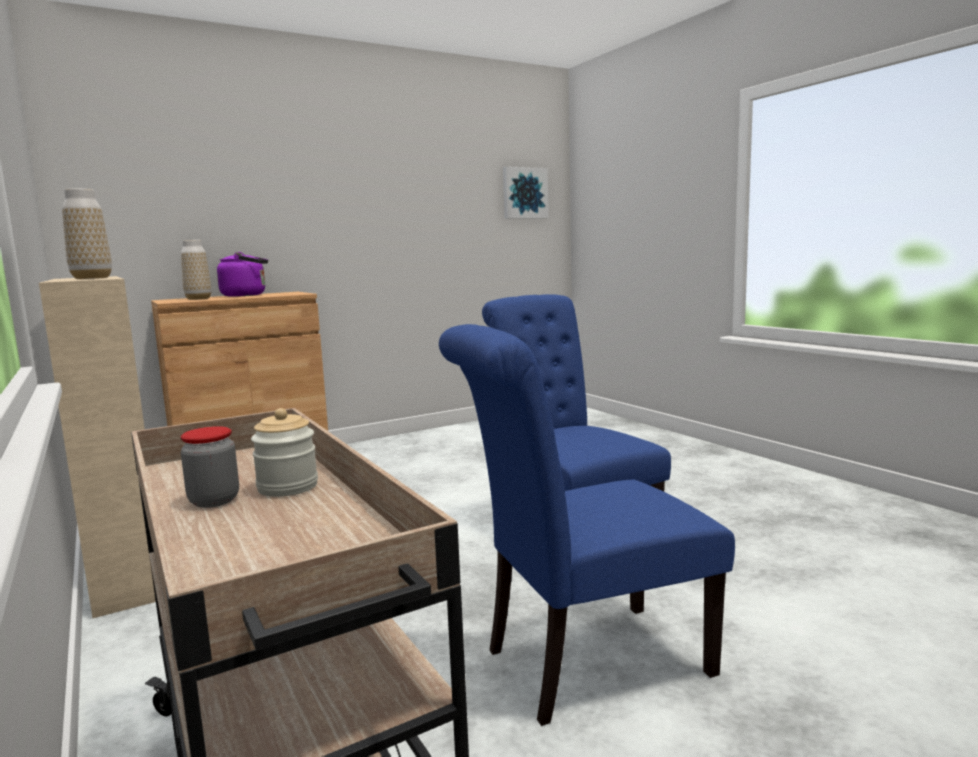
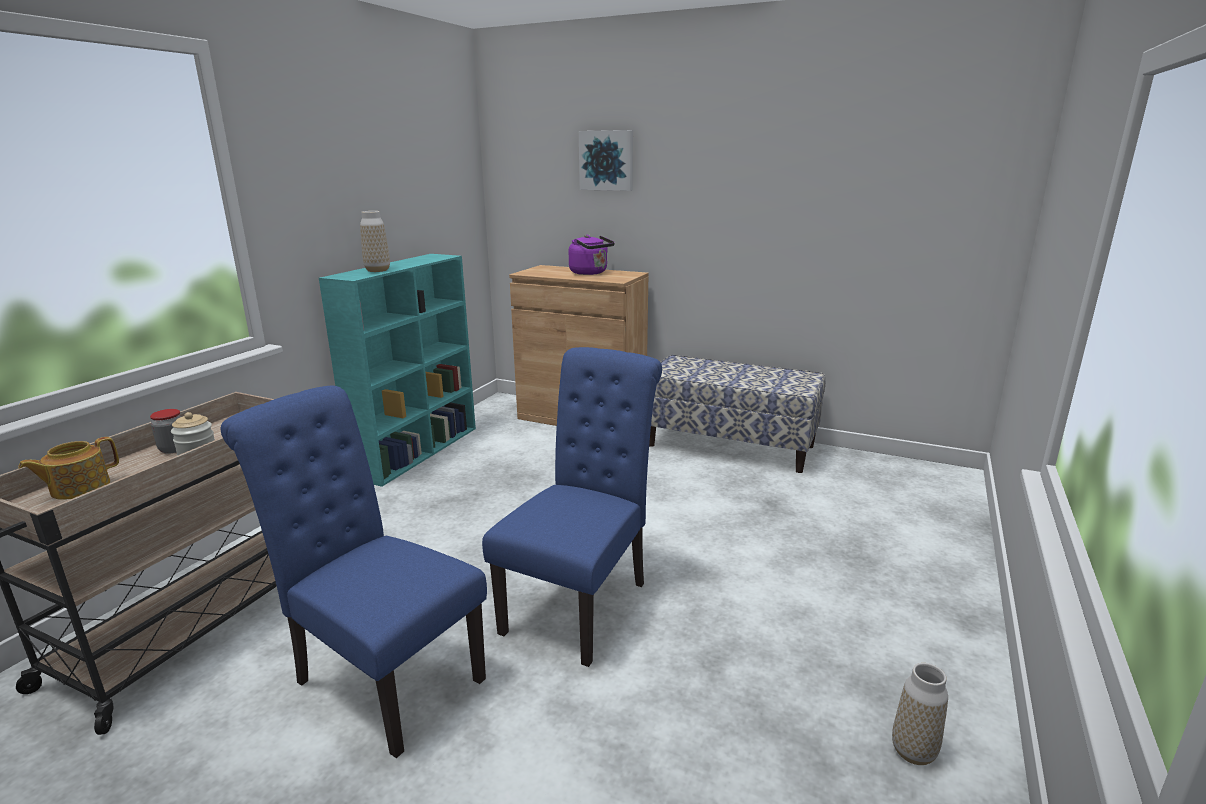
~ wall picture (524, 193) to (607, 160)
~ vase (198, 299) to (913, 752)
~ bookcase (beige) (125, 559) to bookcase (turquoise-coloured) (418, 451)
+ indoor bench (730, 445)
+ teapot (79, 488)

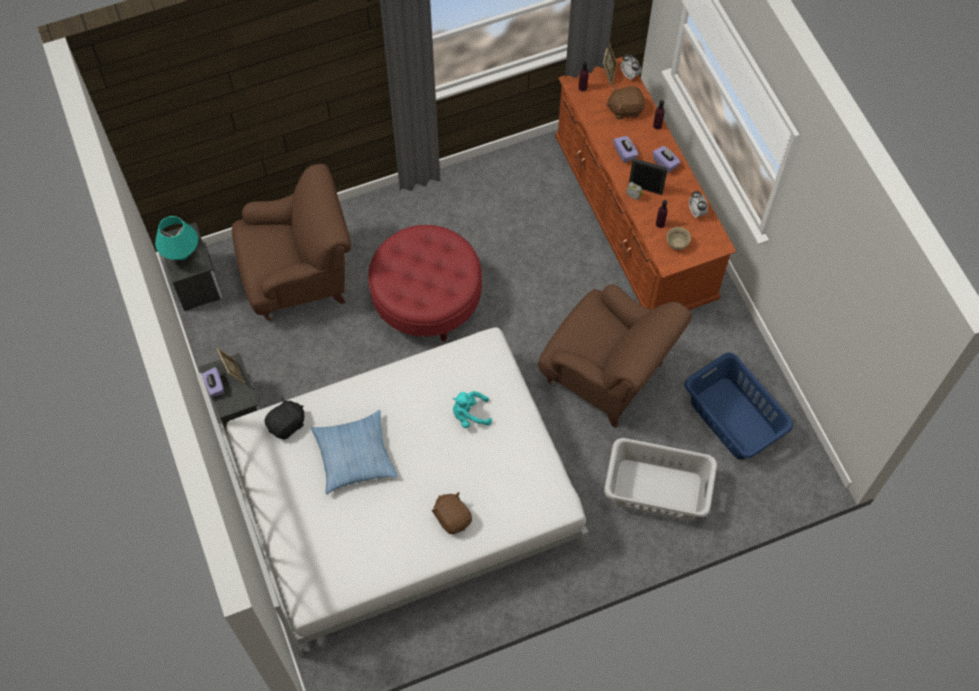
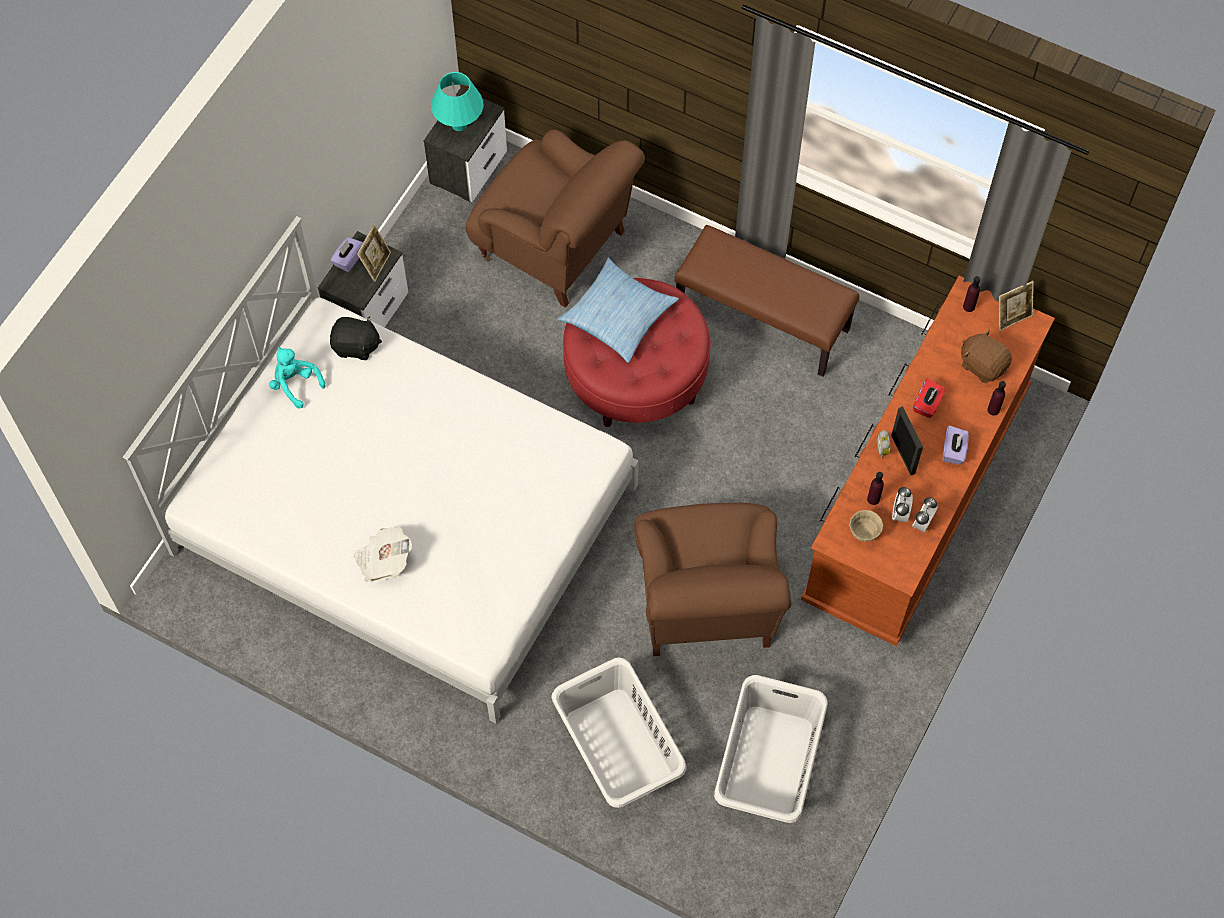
~ bedside clock (629, 74) to (900, 514)
~ tissue holder (purple-coloured) (625, 153) to tissue holder (red) (927, 404)
~ laundry basket (bluish) (732, 418) to laundry basket (grey) (769, 762)
~ soft toy (turquoise-coloured) (469, 415) to (295, 384)
~ throw pillow (354, 456) to (617, 316)
~ soft toy (brownish) (452, 518) to daily paper (383, 560)
+ indoor bench (brownish) (763, 318)

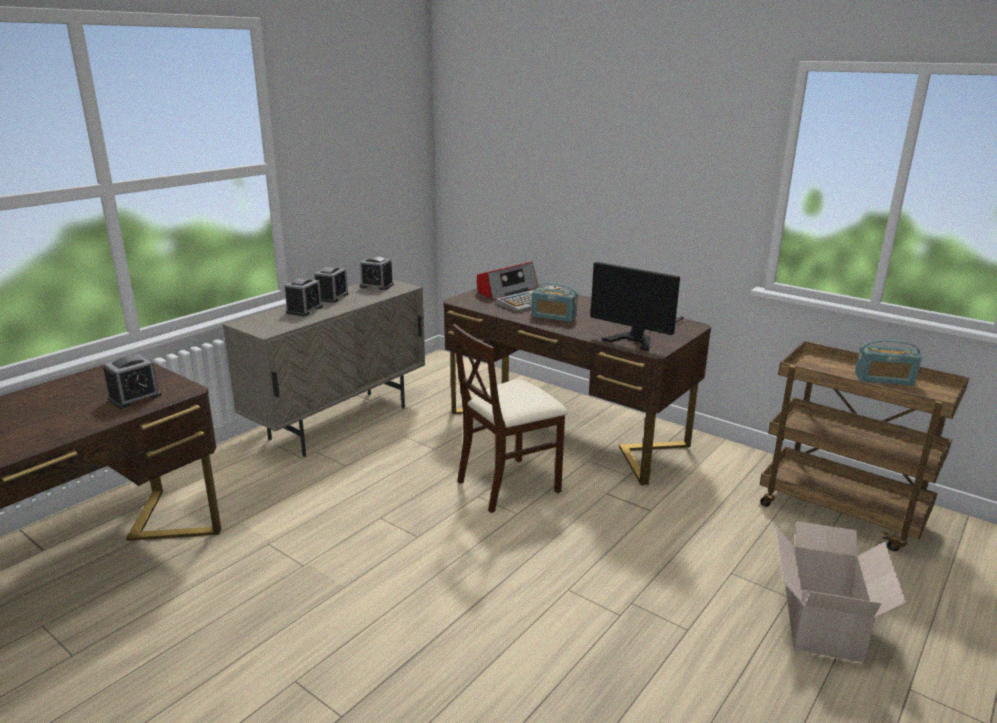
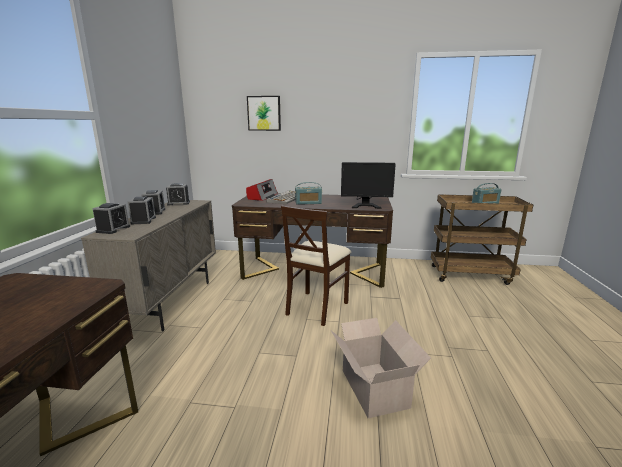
~ bedside clock (135, 397) to (113, 229)
~ cardboard box (822, 620) to (374, 387)
+ wall picture (264, 113)

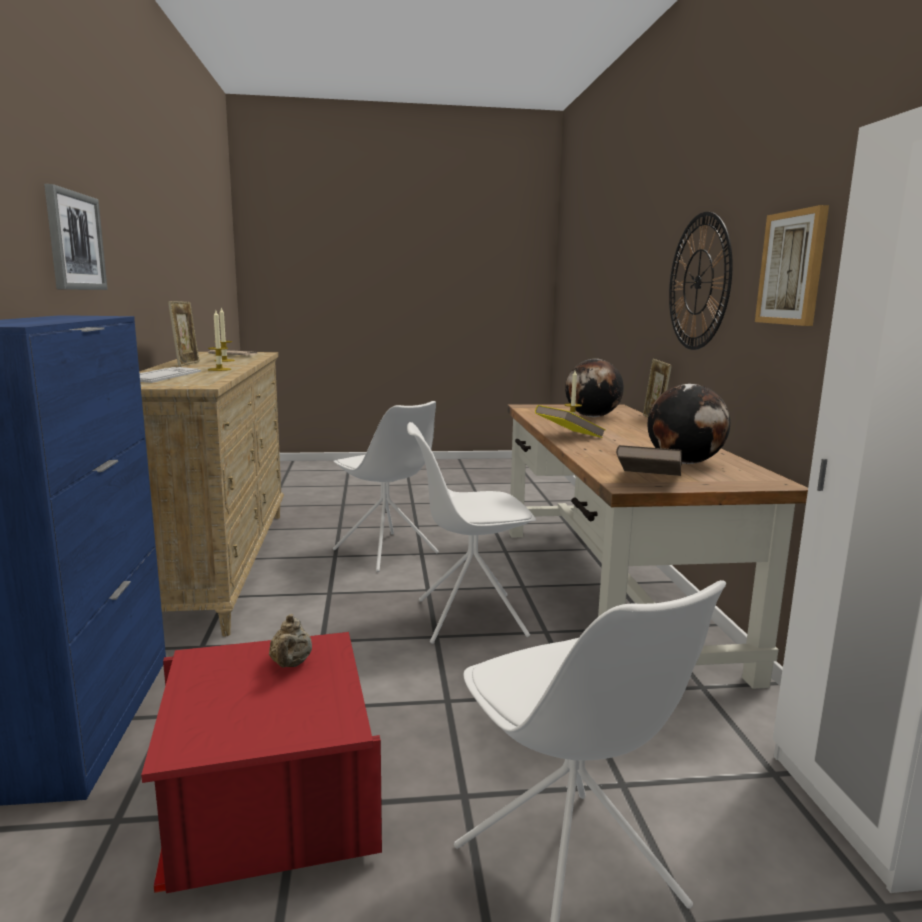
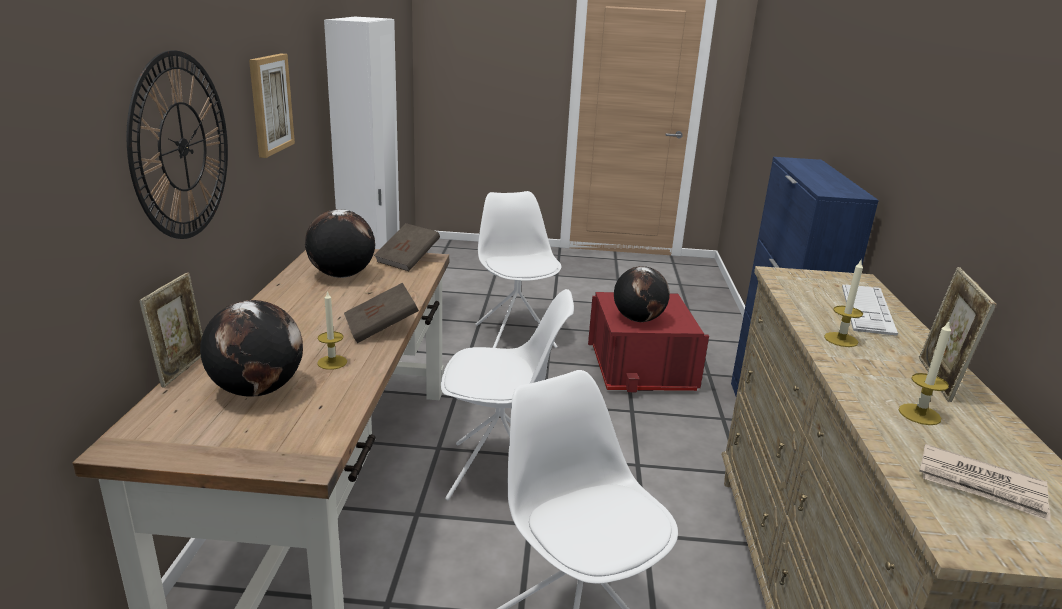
- wall picture (74, 241)
~ volume (yellow) (568, 436) to volume (brownish) (381, 329)
~ teapot (beige) (291, 664) to world globe (638, 319)

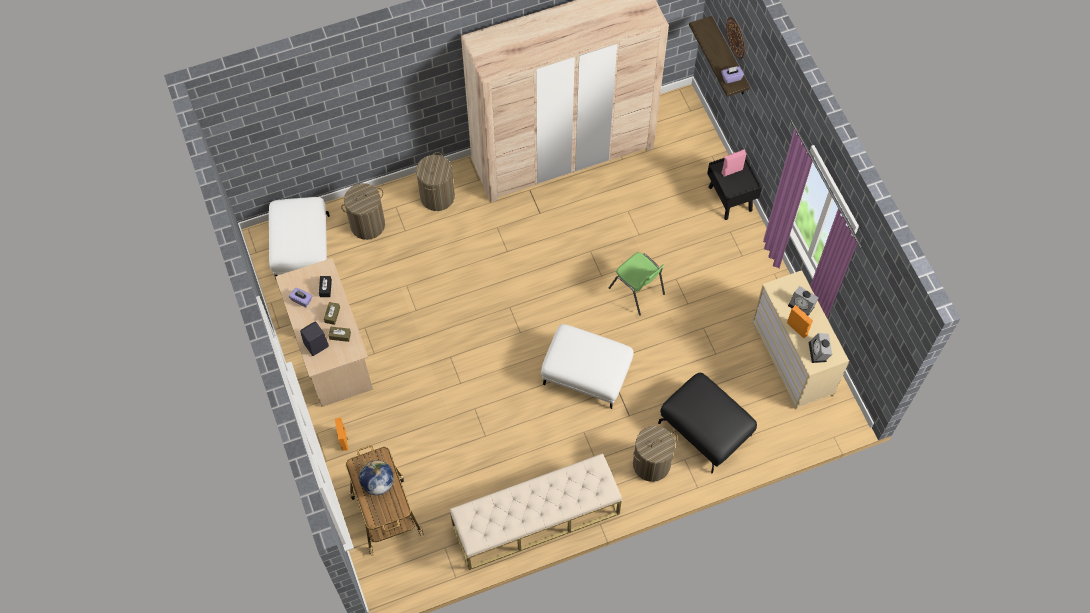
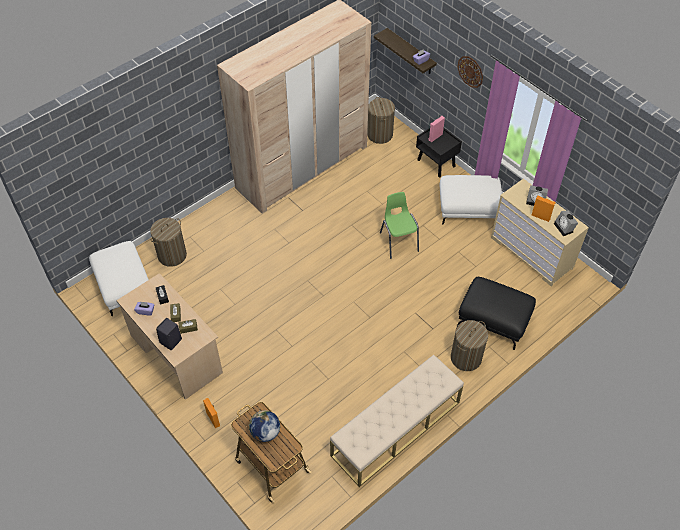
~ wall clock (736, 37) to (470, 71)
~ laundry basket (437, 196) to (380, 134)
~ upright chair (green) (637, 291) = (398, 241) 135 degrees counterclockwise
~ footrest (whitish) (586, 374) to (468, 209)

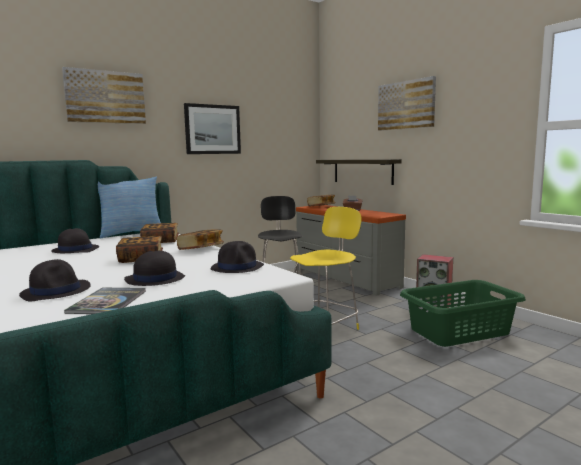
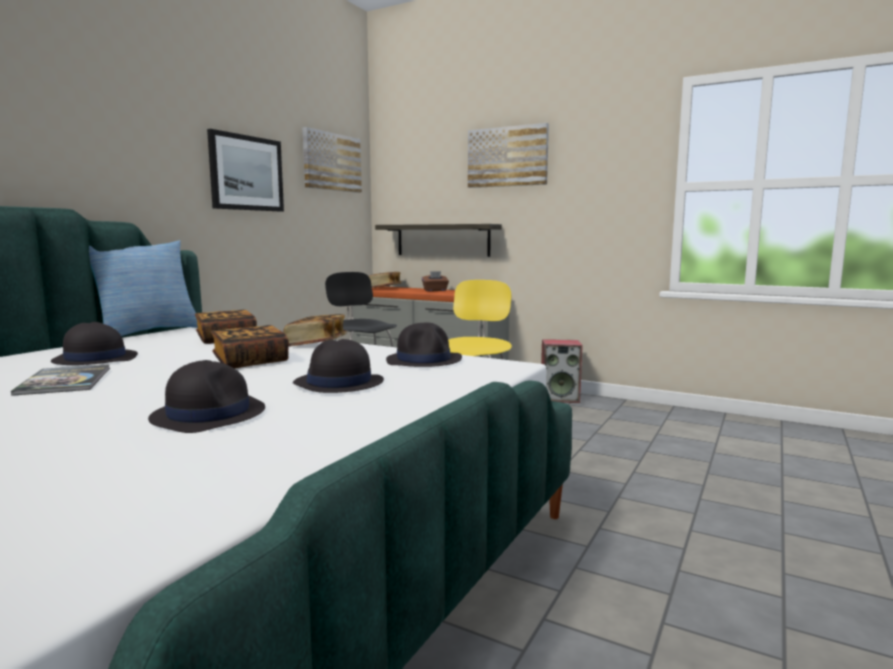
~ wall picture (105, 97) to (331, 162)
- laundry basket (green) (460, 331)
~ volume (108, 302) to (65, 381)

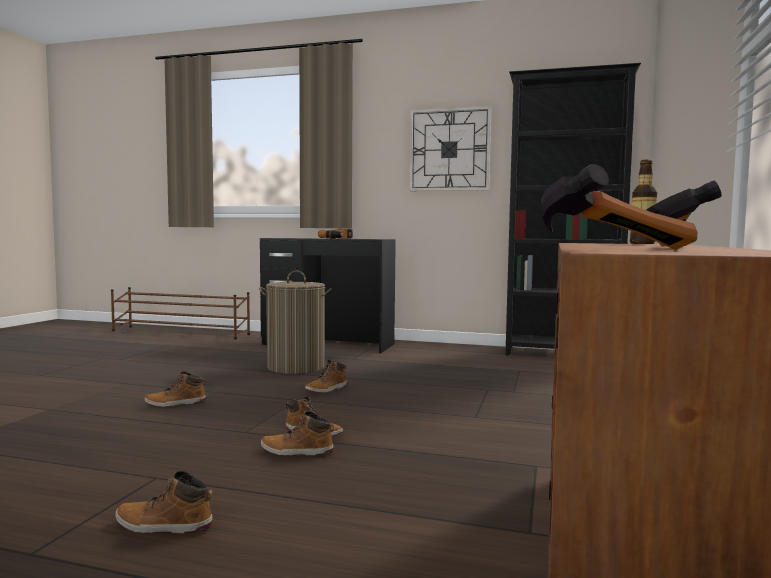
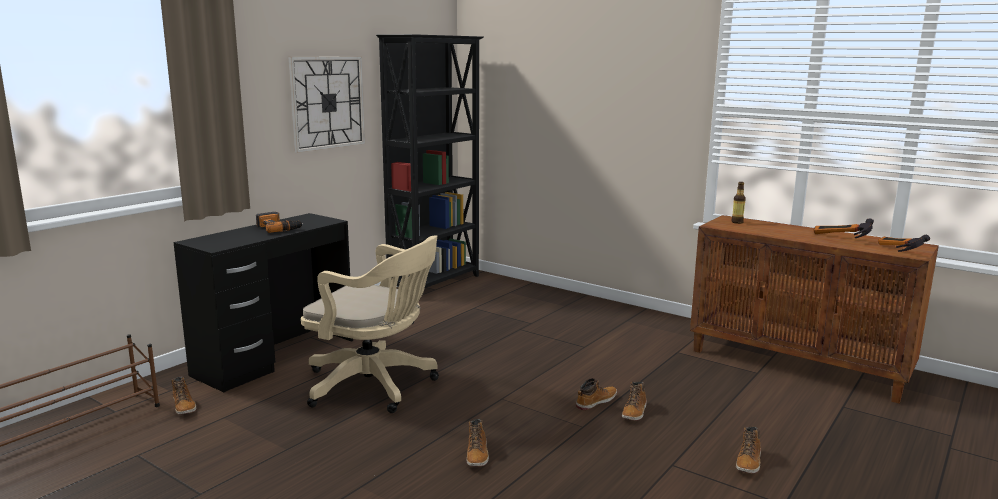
~ laundry basket (296, 367) to office chair (beige) (376, 386)
~ boot (327, 389) to (184, 406)

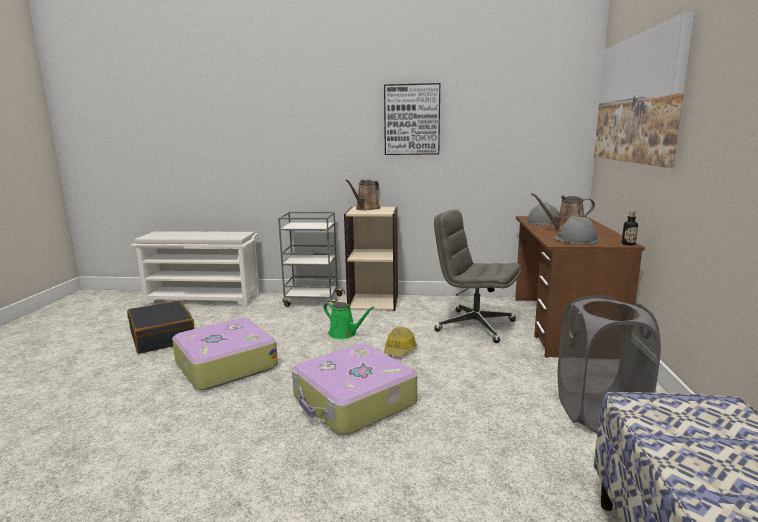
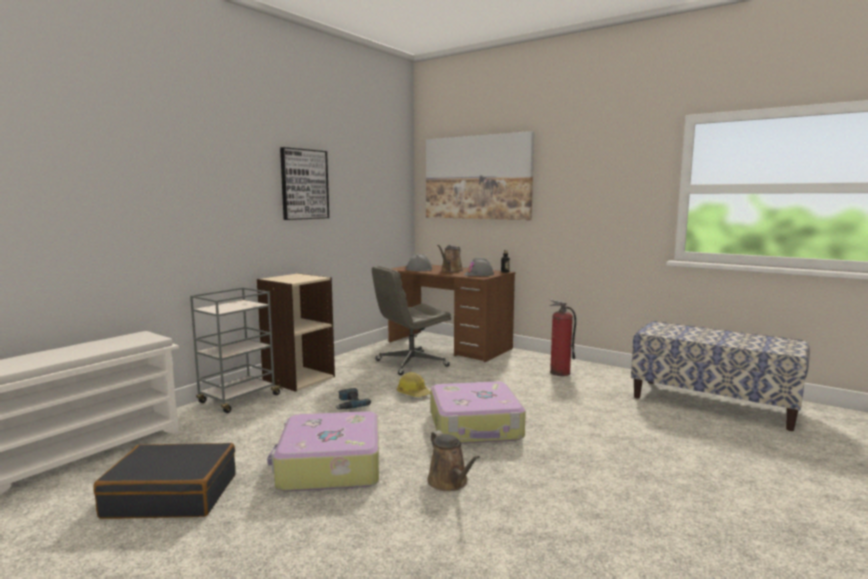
~ sprinkling can (brownish) (366, 209) to (450, 482)
~ laundry basket (grey) (598, 413) to fire-fighting cylinder (559, 373)
~ sprinkling can (green) (344, 334) to power drill (349, 403)

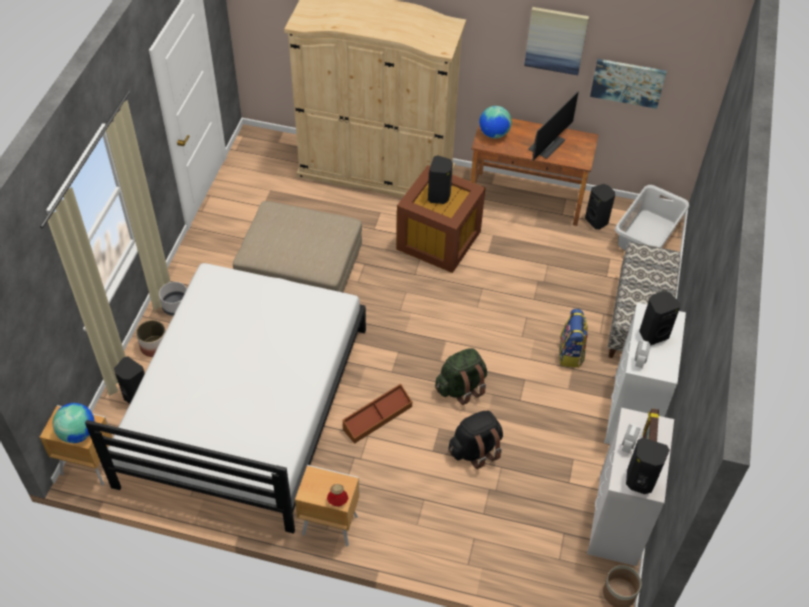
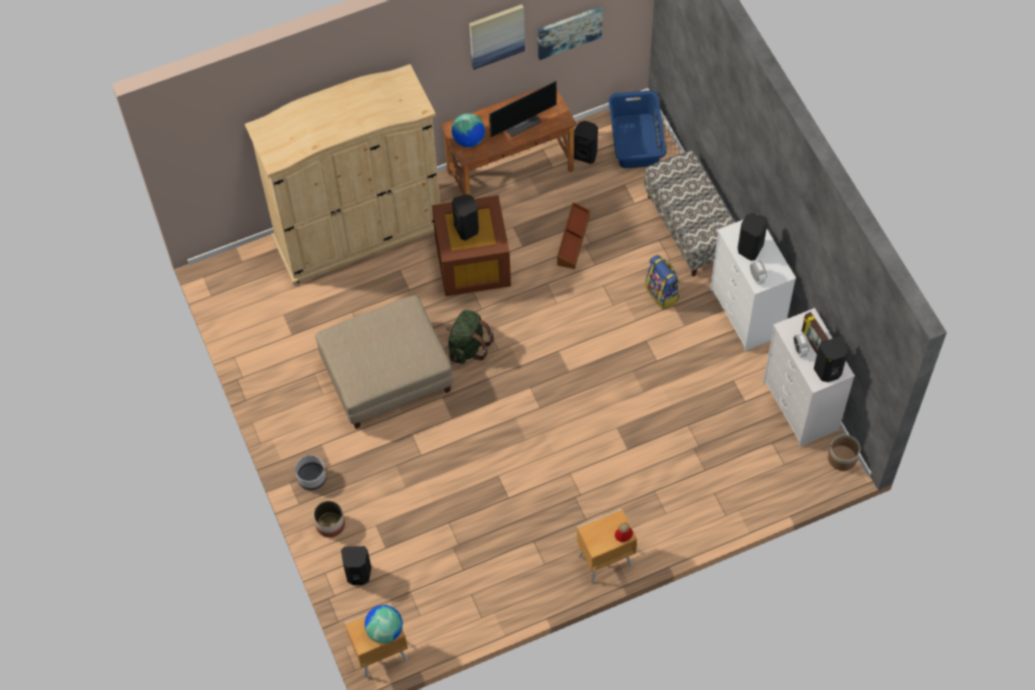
~ computer display (547, 144) = (521, 121) 60 degrees clockwise
~ laundry basket (grey) (647, 235) to laundry basket (bluish) (636, 141)
- bedroom bed (whitish) (244, 405)
~ backpack (green) (461, 387) to (468, 346)
~ storage bin (brownish) (377, 417) to (572, 239)
- backpack (black-coloured) (475, 450)

